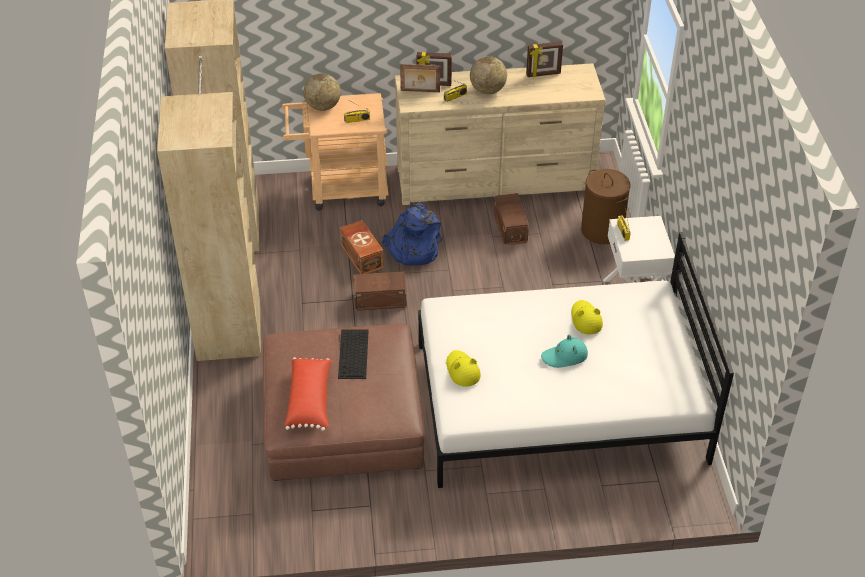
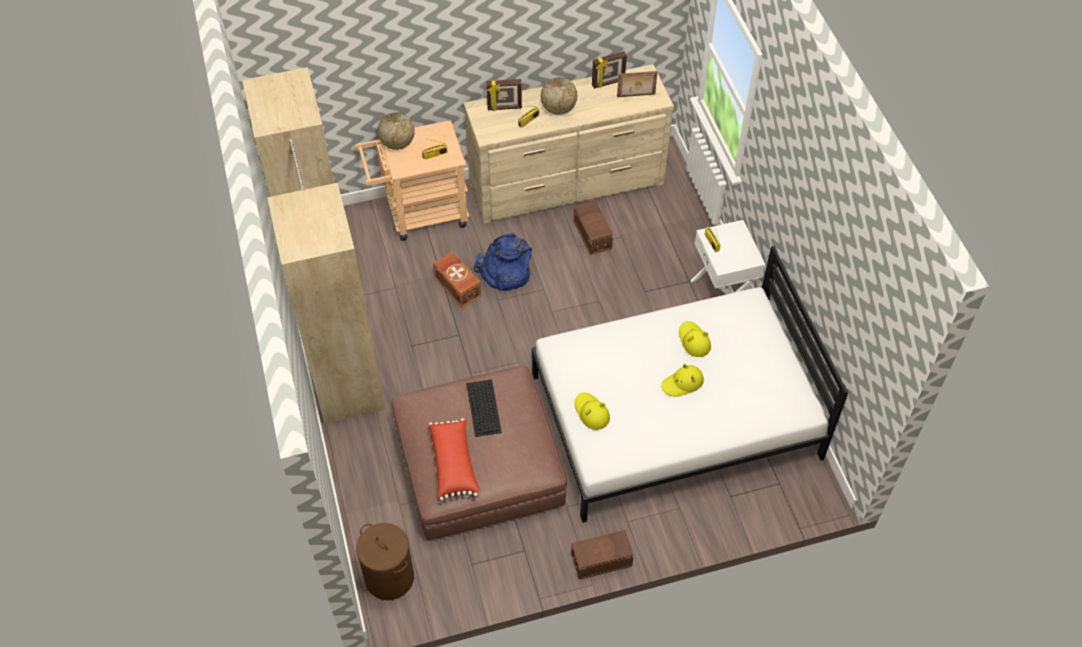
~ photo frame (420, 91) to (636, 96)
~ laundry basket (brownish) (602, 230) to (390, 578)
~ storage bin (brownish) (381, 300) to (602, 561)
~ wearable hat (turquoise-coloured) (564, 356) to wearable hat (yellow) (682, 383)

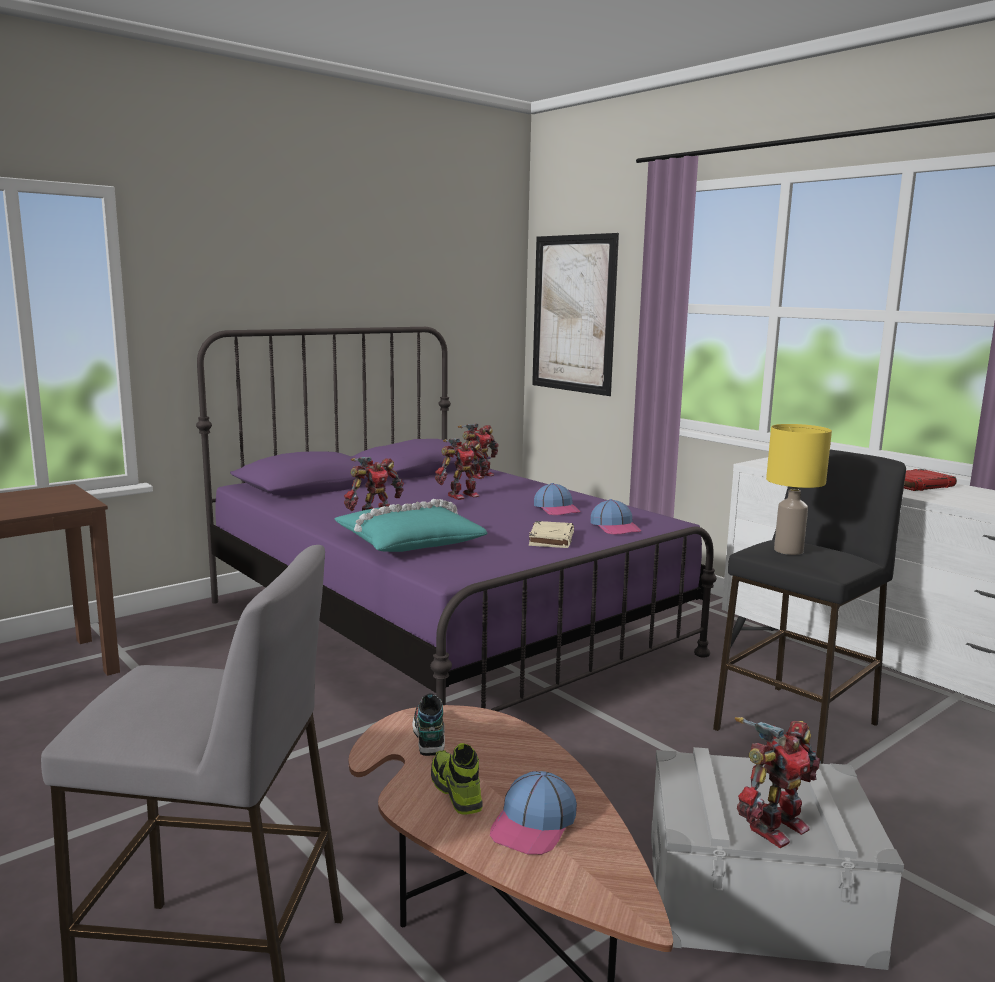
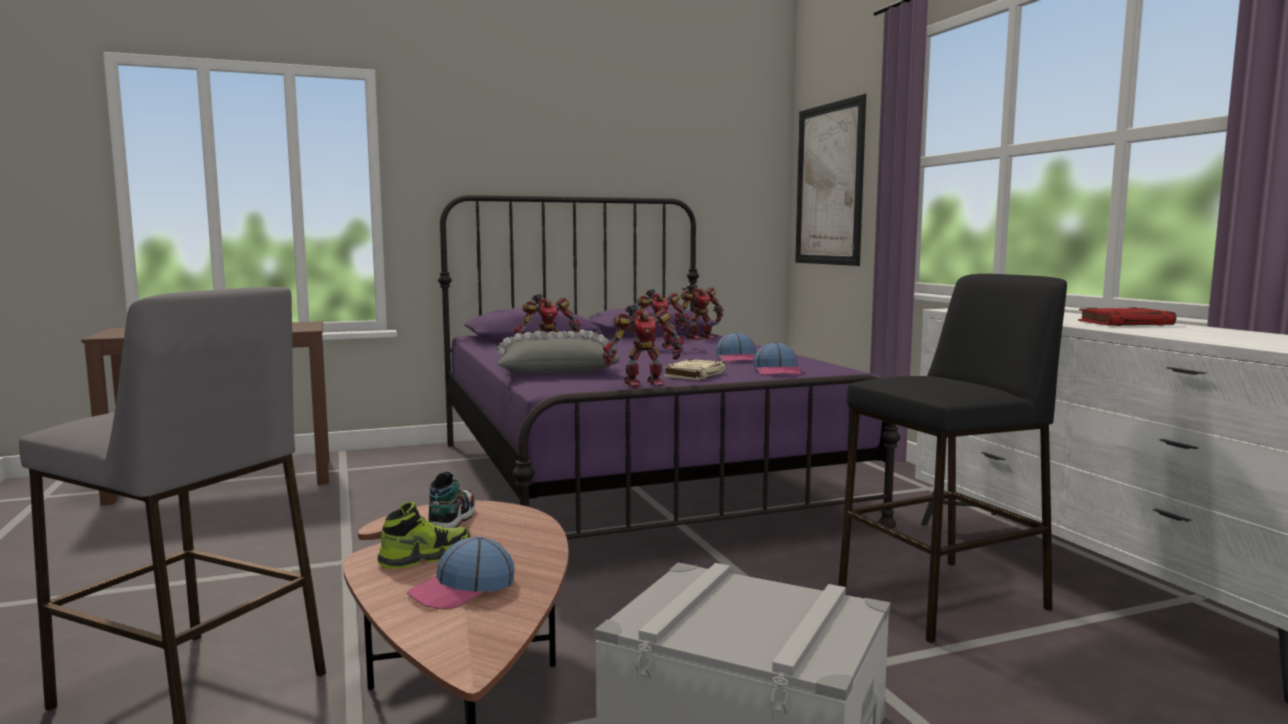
- tabletop lamp (yellow) (788, 551)
~ throw pillow (turquoise-coloured) (408, 541) to throw pillow (grey) (554, 369)
~ model robot (774, 826) to (642, 383)
~ item of footwear (456, 791) = (425, 557) 60 degrees clockwise

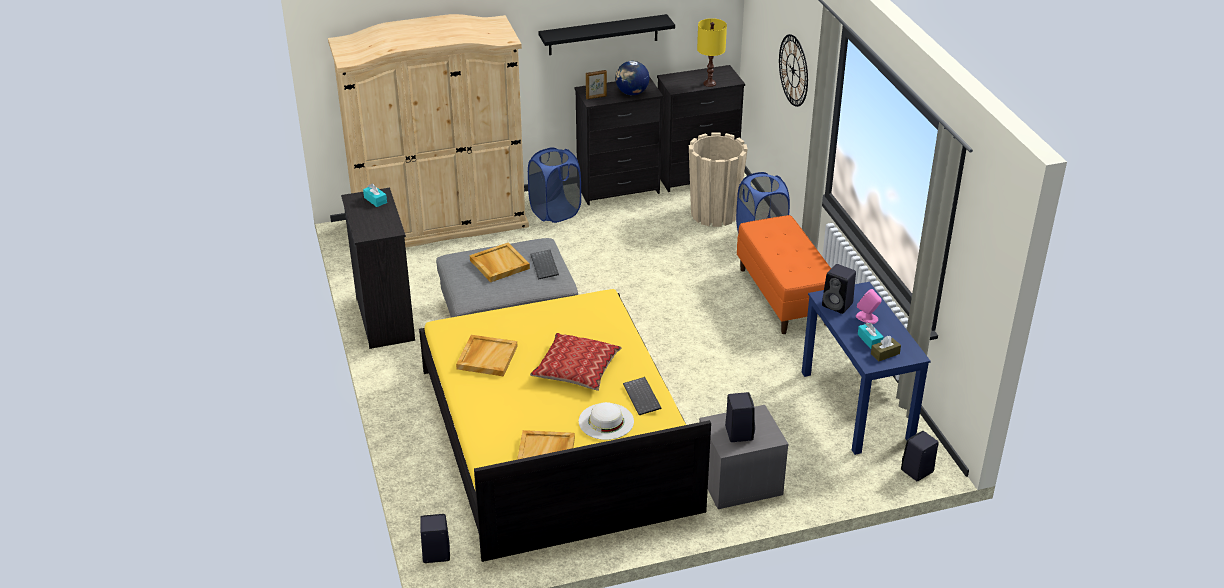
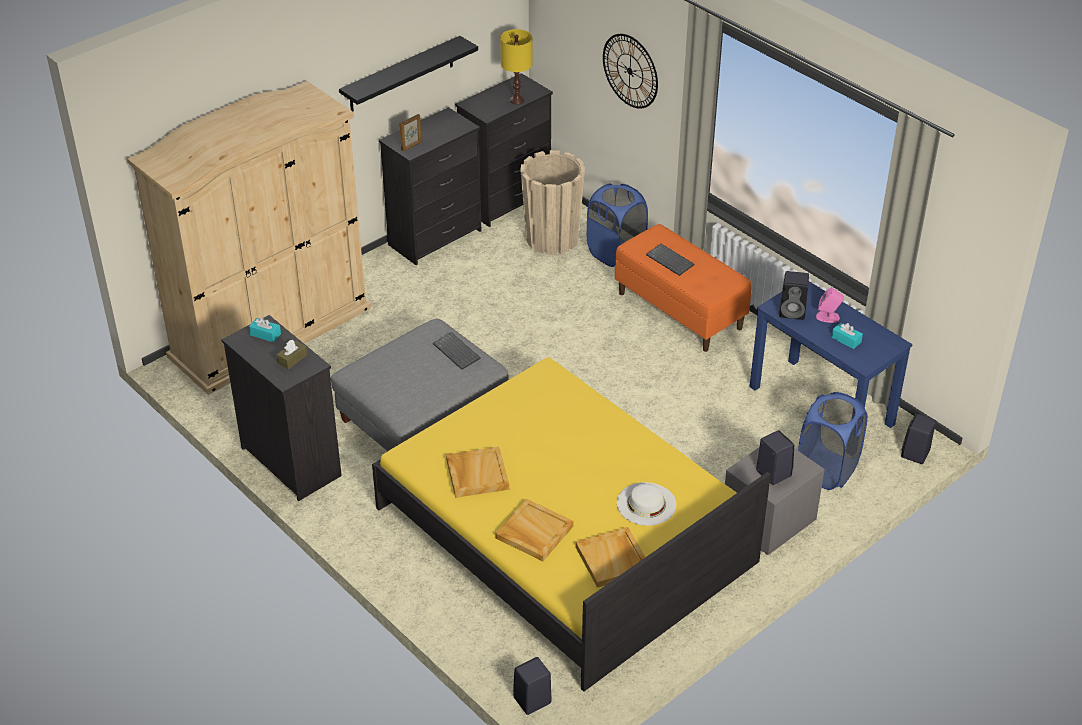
- world globe (632, 93)
~ laundry basket (bluish) (555, 212) to (827, 470)
~ serving tray (beige) (499, 264) to (533, 532)
- throw pillow (576, 369)
~ tissue holder (brownish) (885, 354) to (292, 359)
~ keyboard (643, 397) to (671, 260)

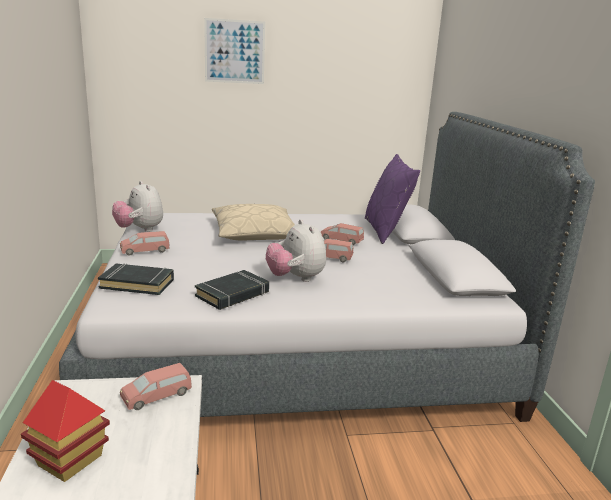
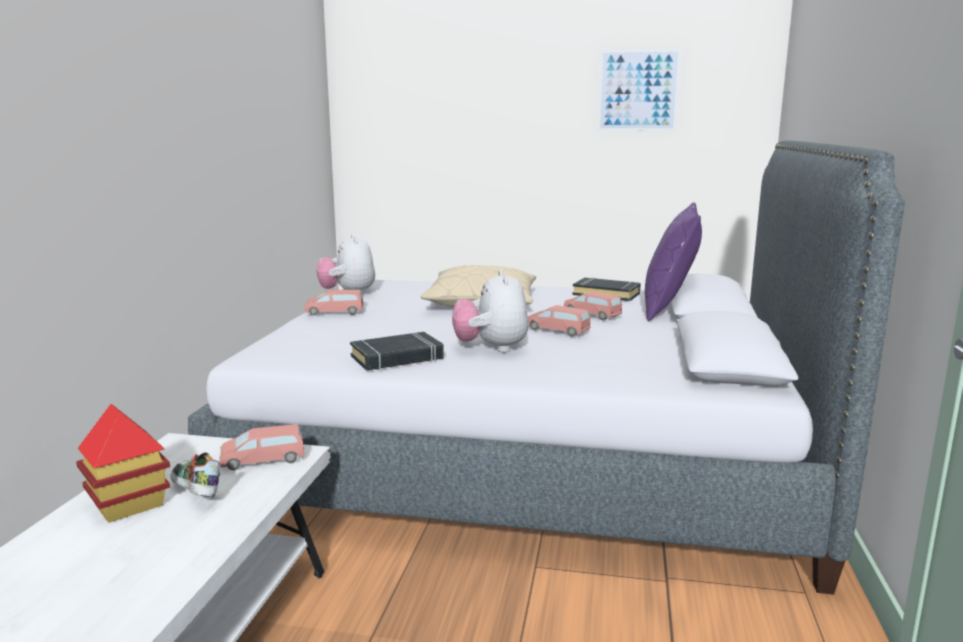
~ wall picture (234, 51) to (638, 90)
~ volume (black-coloured) (137, 283) to (606, 294)
+ item of footwear (195, 494)

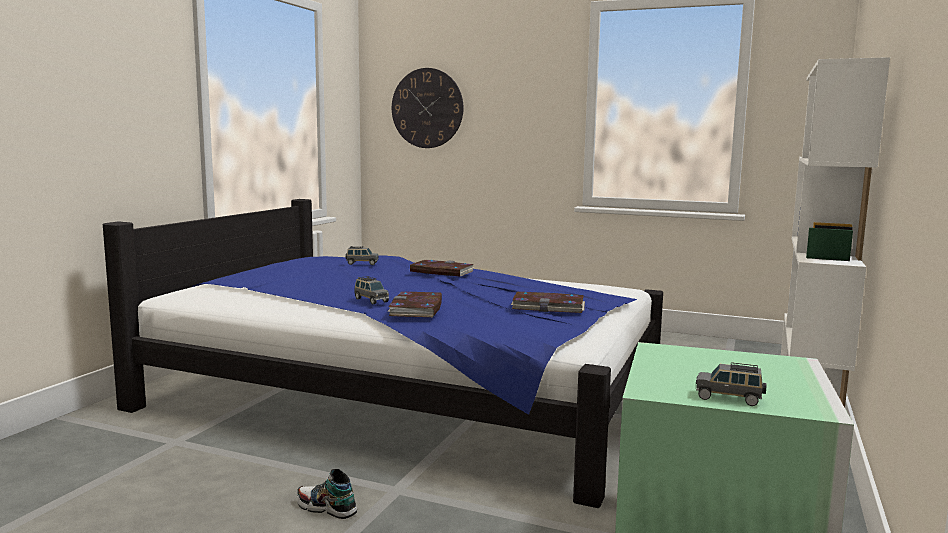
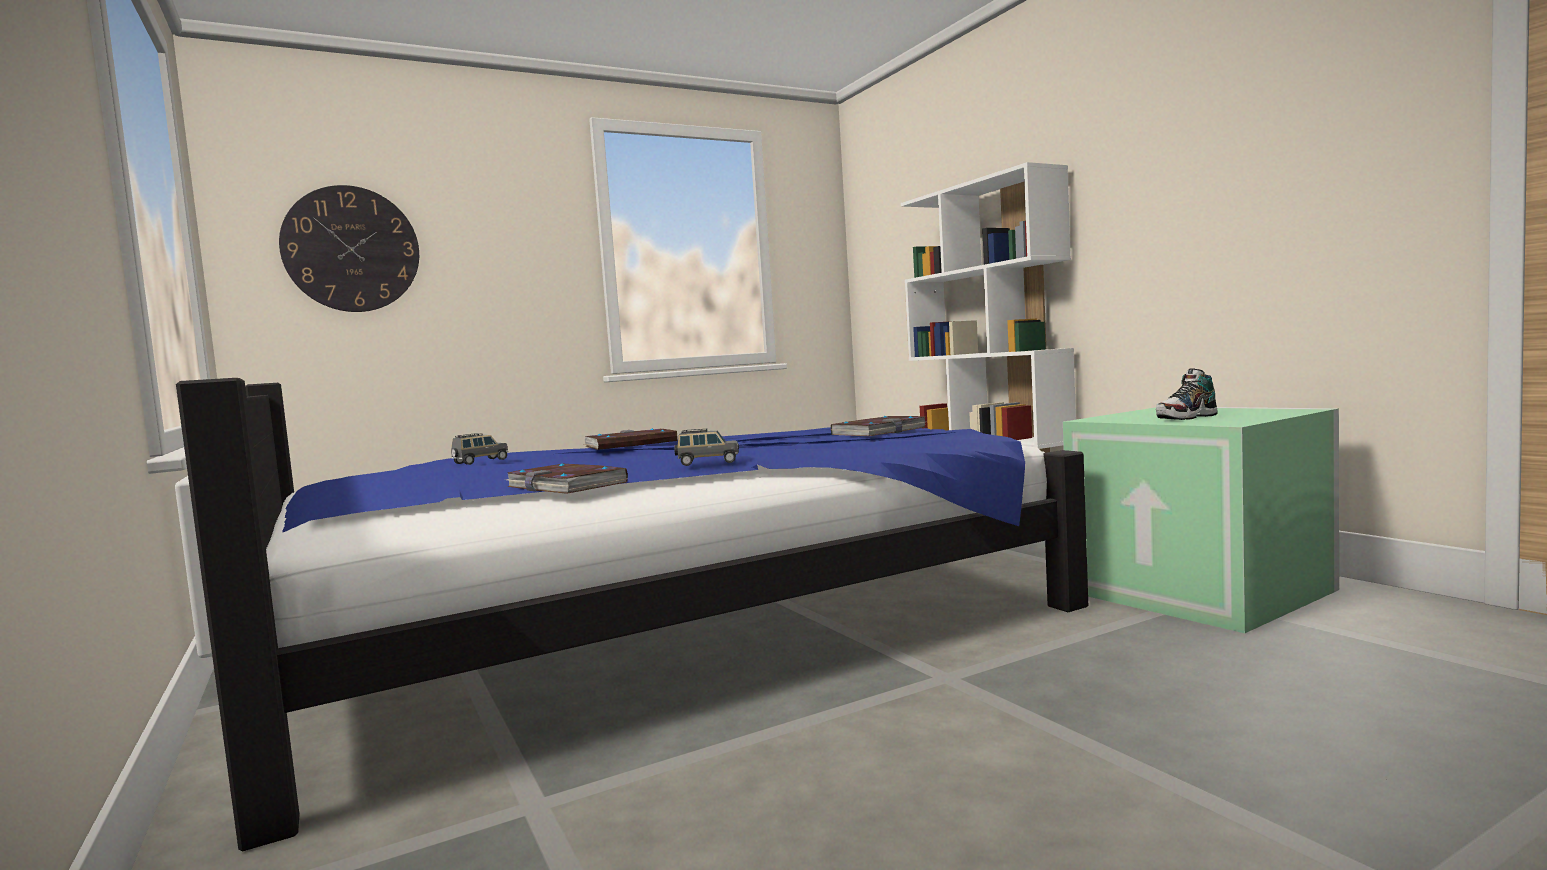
~ volume (416, 308) to (567, 485)
- model car (grey) (729, 398)
~ item of footwear (326, 508) to (1186, 417)

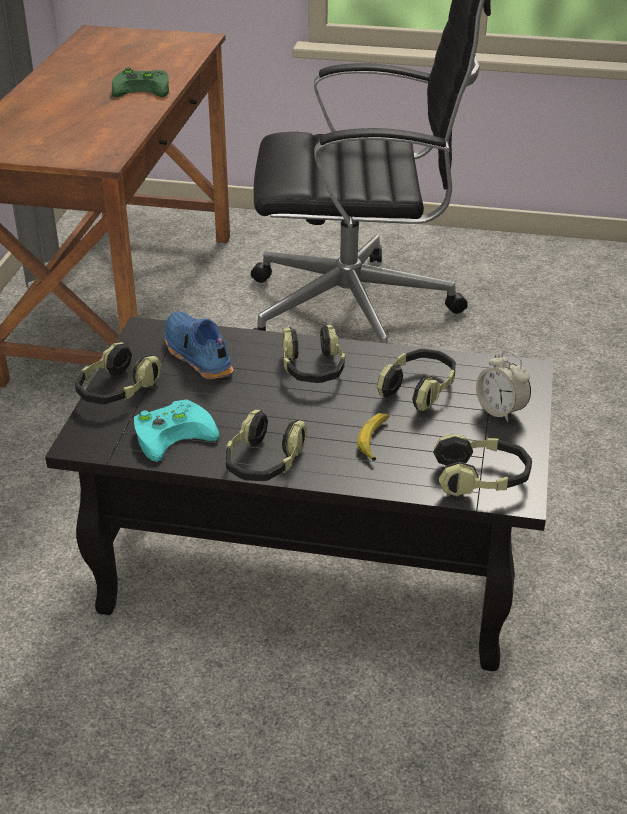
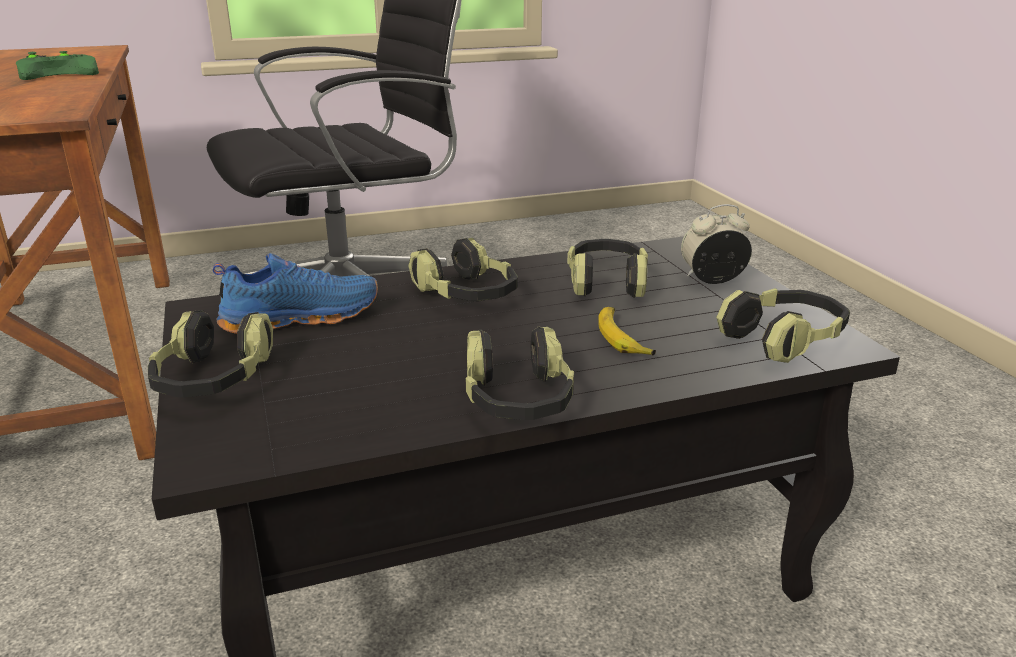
~ item of footwear (bluish) (196, 356) = (300, 317) 135 degrees clockwise
~ bedside clock (500, 410) = (712, 280) 150 degrees clockwise
- game controller (turquoise-coloured) (174, 432)

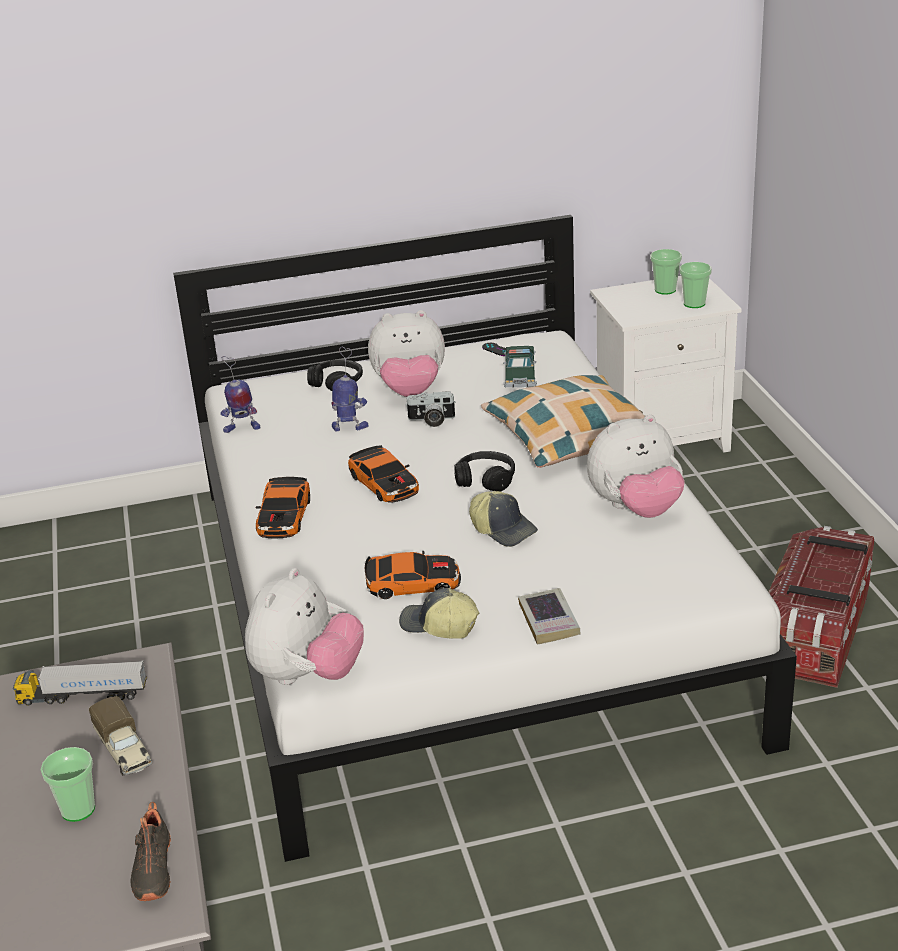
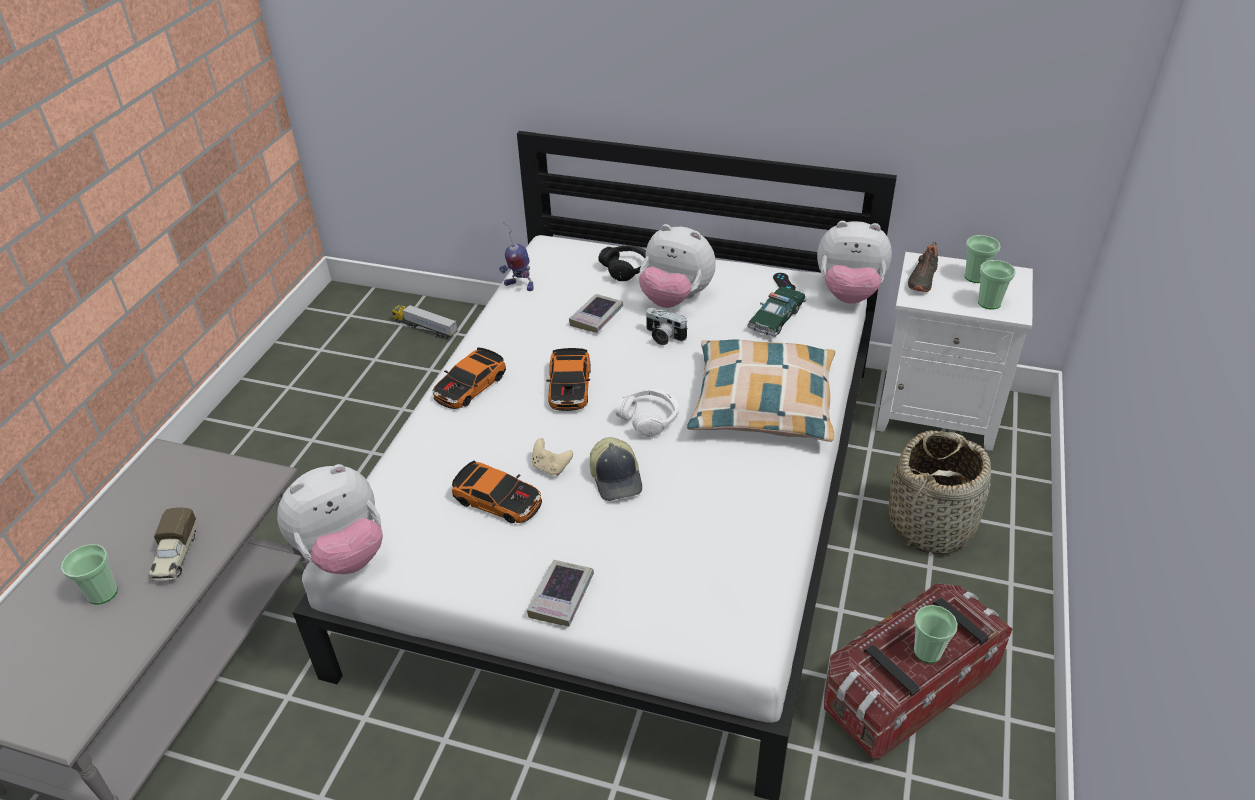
~ model robot (350, 427) to volume (596, 317)
~ soft toy (636, 509) to (849, 294)
~ headset (black-coloured) (485, 479) to headset (whitish) (649, 418)
- baseball cap (438, 626)
~ toy truck (83, 696) to (425, 328)
~ item of footwear (black-coloured) (151, 869) to (921, 279)
+ storage basket (931, 523)
+ game controller (beige) (551, 467)
+ small cup (927, 652)

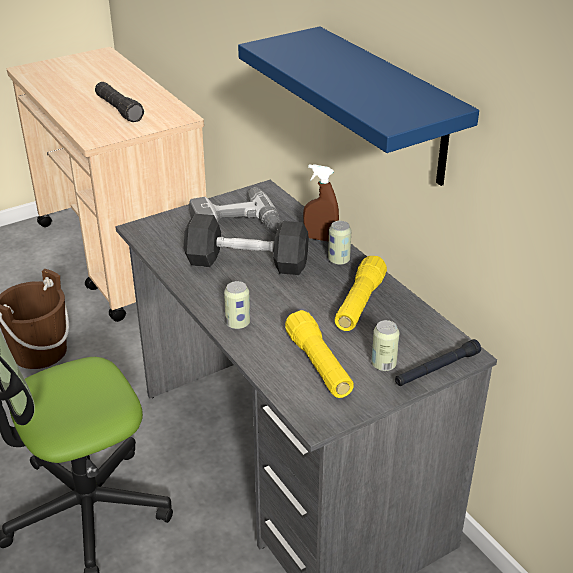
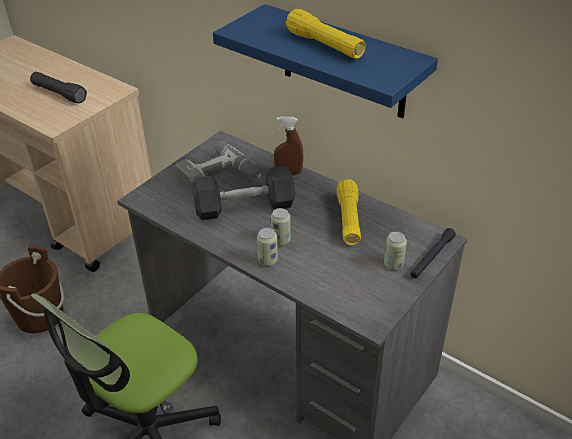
~ metal can (338, 260) to (281, 240)
~ torch (yellow) (319, 365) to (325, 45)

